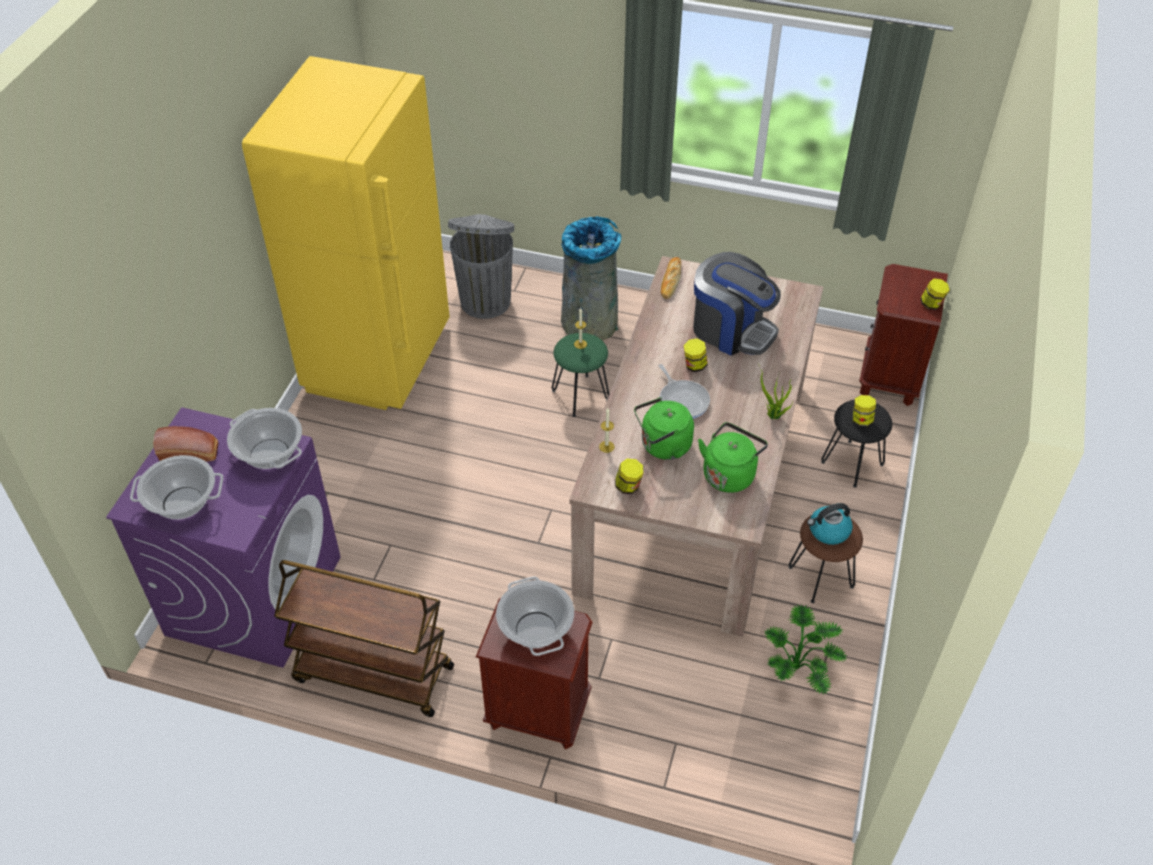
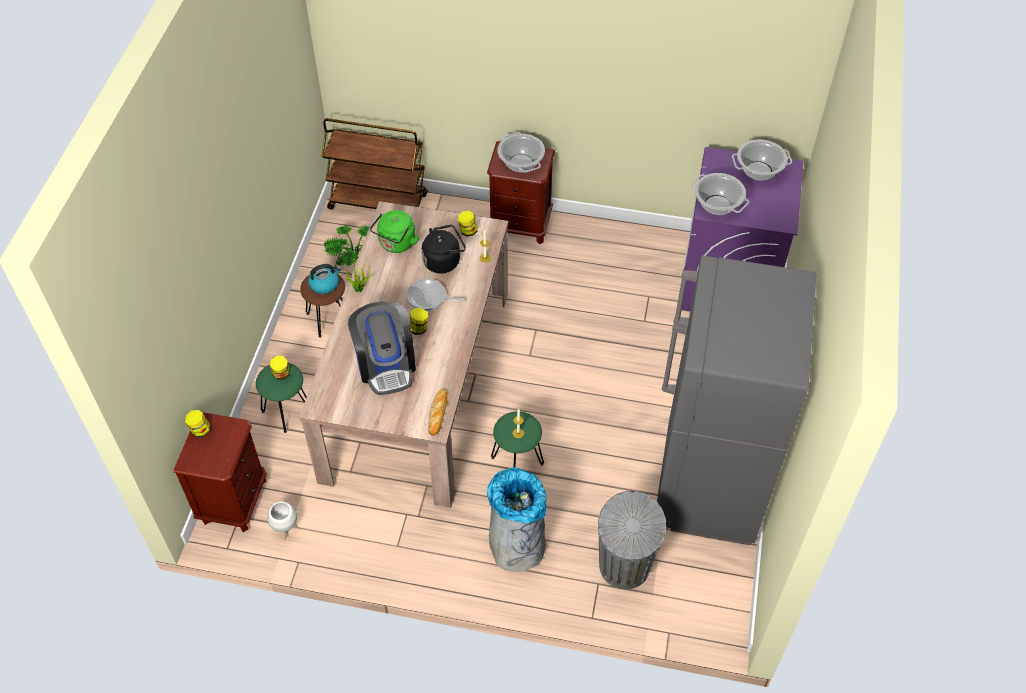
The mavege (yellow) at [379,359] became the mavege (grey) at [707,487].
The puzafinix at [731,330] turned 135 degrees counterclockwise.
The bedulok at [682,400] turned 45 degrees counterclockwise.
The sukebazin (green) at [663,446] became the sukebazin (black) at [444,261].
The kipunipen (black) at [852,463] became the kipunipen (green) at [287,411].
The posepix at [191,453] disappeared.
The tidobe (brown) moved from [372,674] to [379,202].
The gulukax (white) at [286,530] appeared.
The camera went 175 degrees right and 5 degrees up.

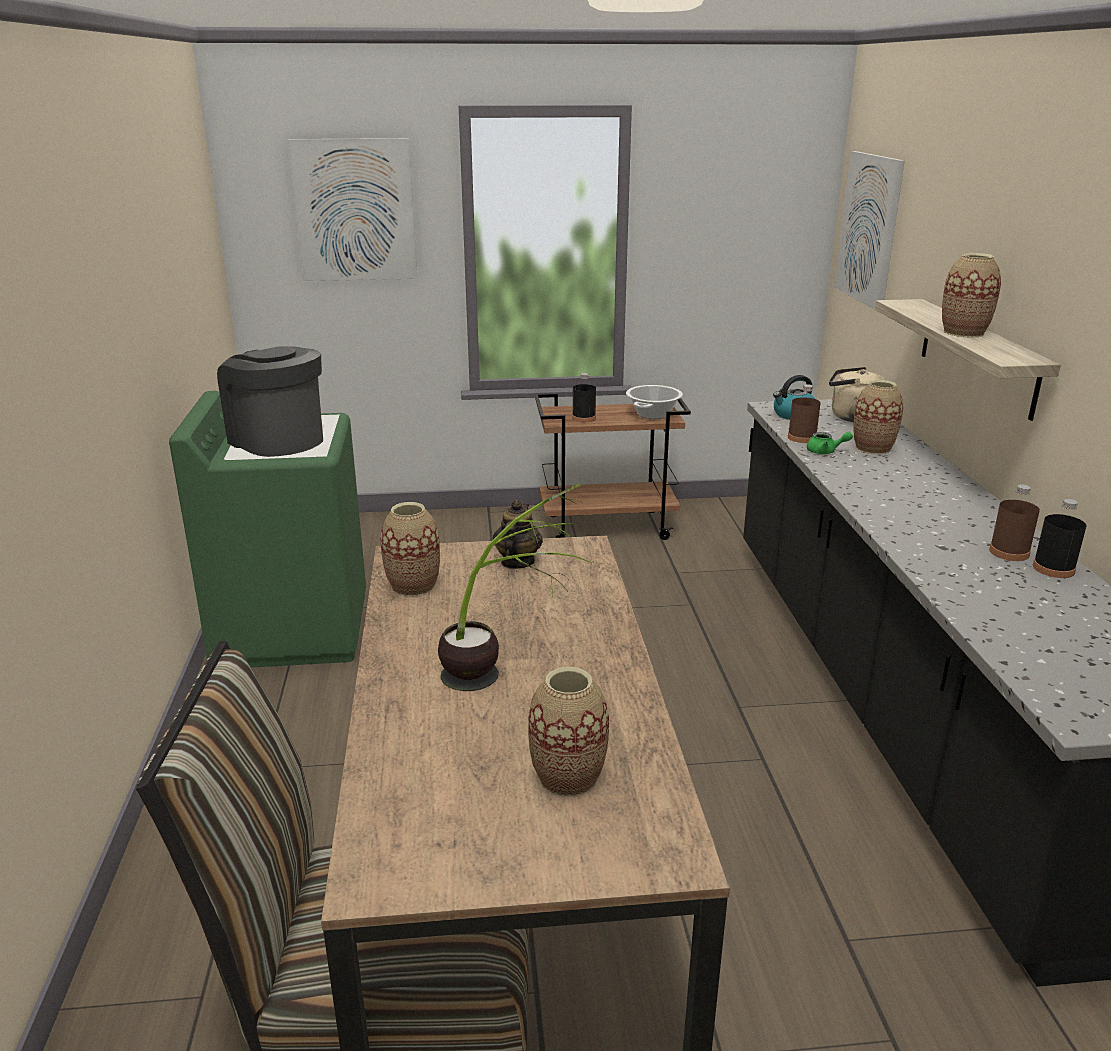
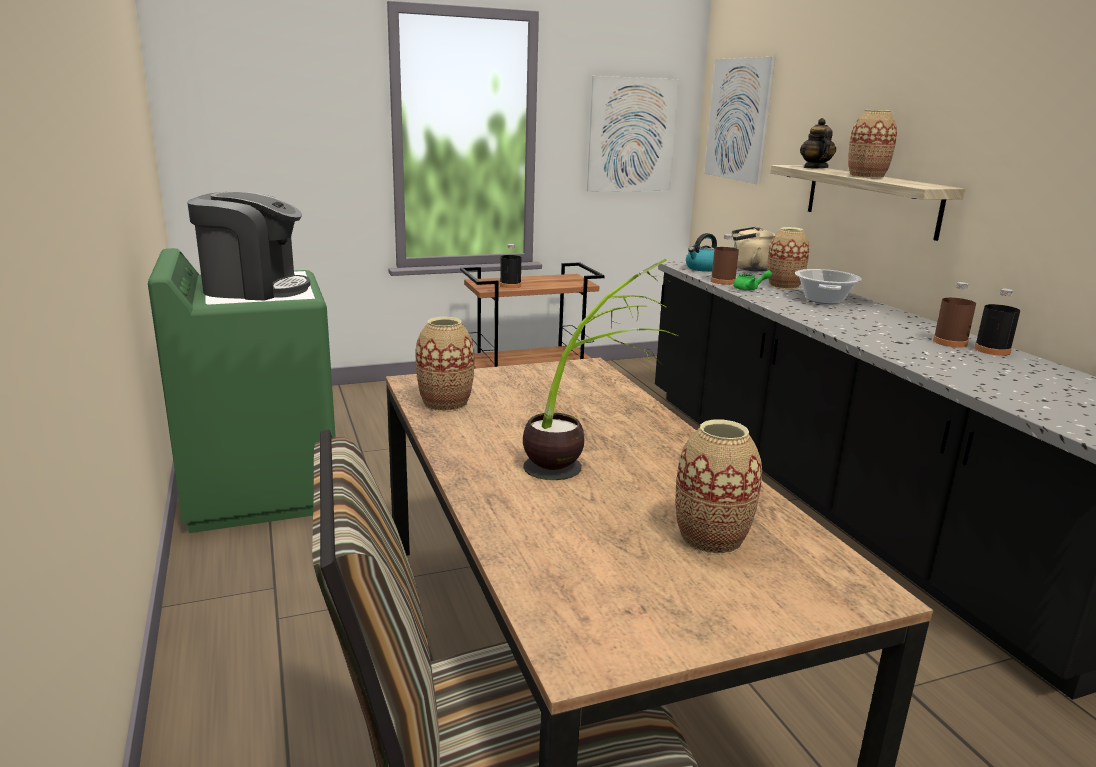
The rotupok moved from [355,211] to [632,135].
The puzafinix at [277,440] turned 150 degrees clockwise.
The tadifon moved from [653,414] to [823,300].
The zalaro moved from [517,562] to [815,168].
The camera went 15 degrees left and 5 degrees down.

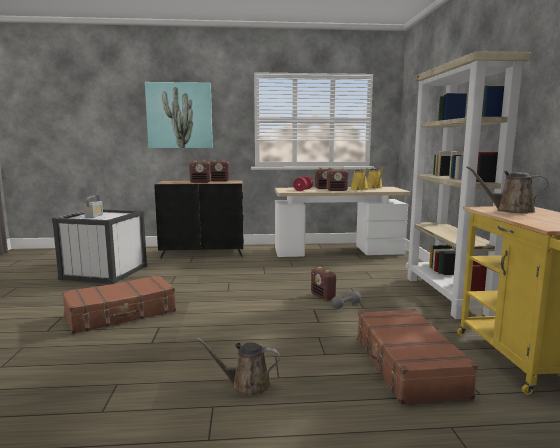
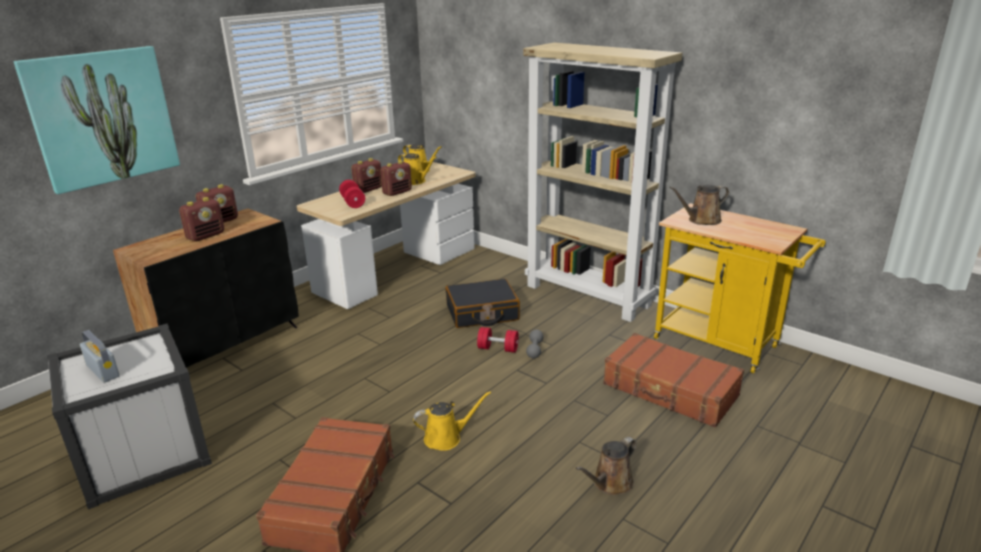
The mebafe at [323,297] was replaced by the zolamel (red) at [498,348].
The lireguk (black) at [482,313] appeared.
The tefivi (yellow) at [446,438] appeared.
The camera went 45 degrees left and 15 degrees up.

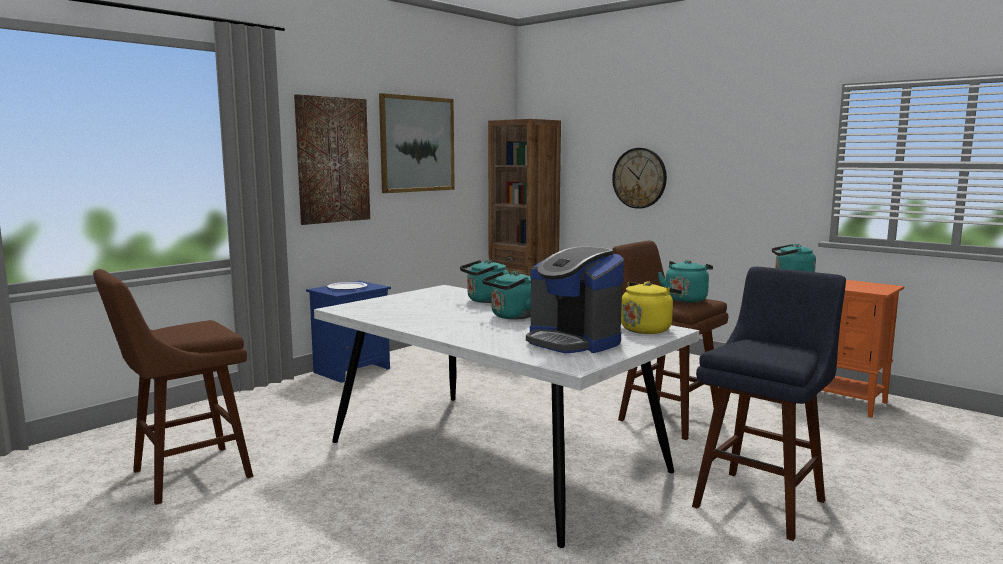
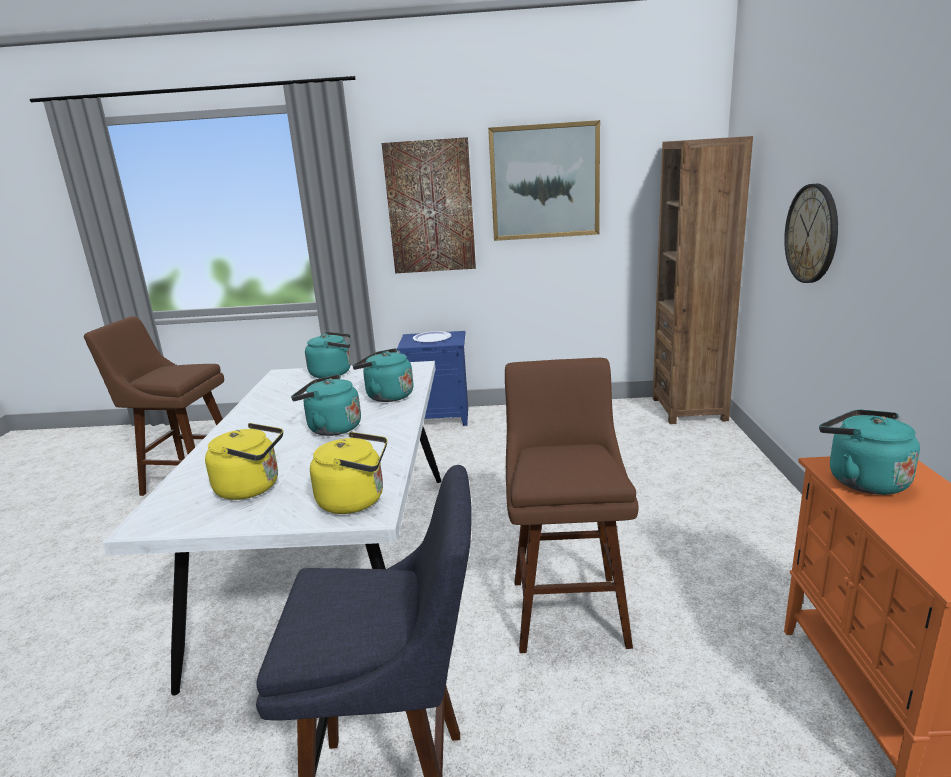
The puzafinix at [573,341] was replaced by the sukebazin (yellow) at [252,488].
The sukebazin (turquoise) moved from [686,299] to [333,373].
The camera went 50 degrees right and 10 degrees up.

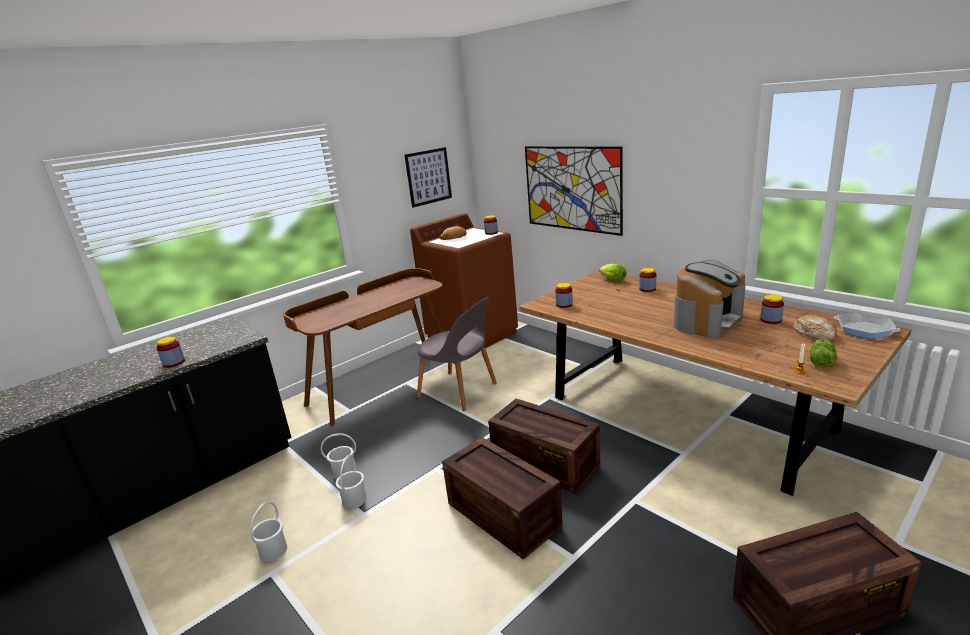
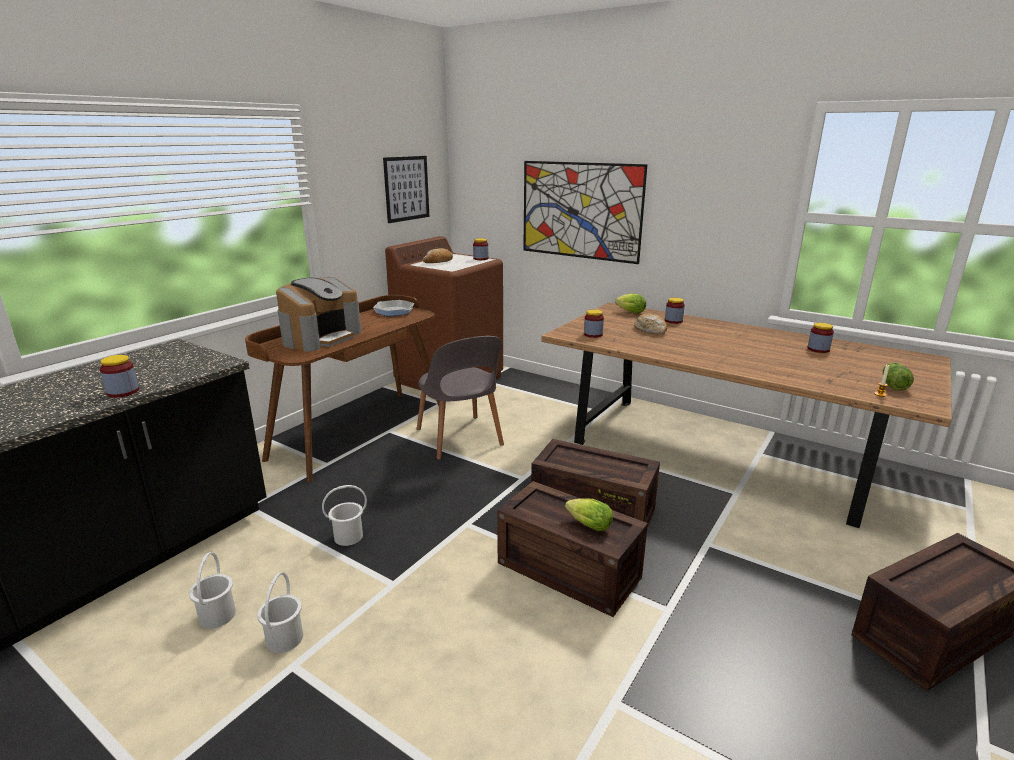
The puzafinix moved from [707,320] to [321,337].
The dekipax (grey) at [460,391] turned 45 degrees clockwise.
The bedulok moved from [865,330] to [394,311].
The posepix moved from [815,333] to [651,330].
The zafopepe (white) moved from [354,500] to [216,616].
The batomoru at [587,525] appeared.
The camera went 15 degrees left and 0 degrees up.

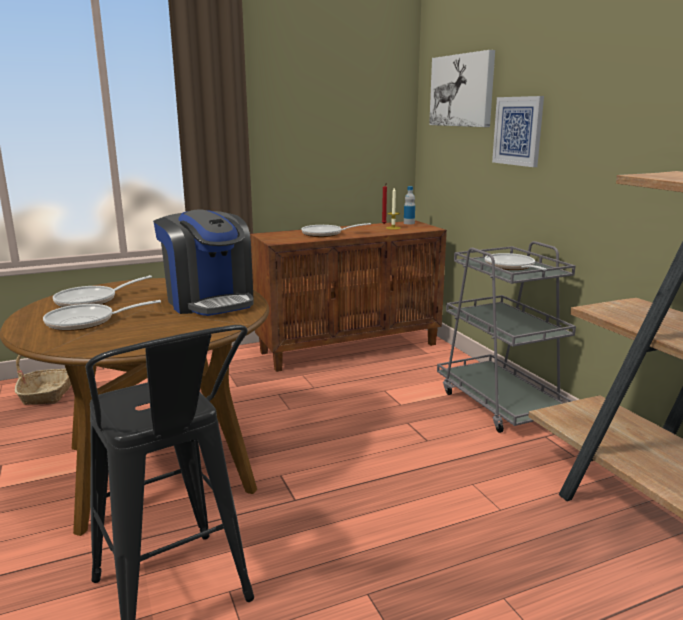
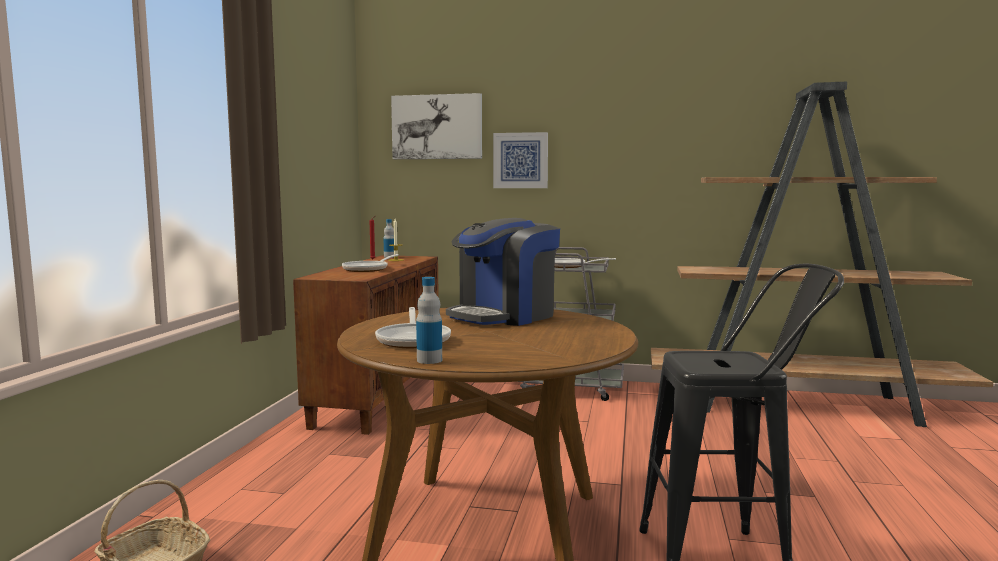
The puzafinix at [209,301] turned 135 degrees clockwise.
The bedulok at [87,322] disappeared.
The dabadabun at [429,360] appeared.
The camera went 55 degrees left and 10 degrees down.

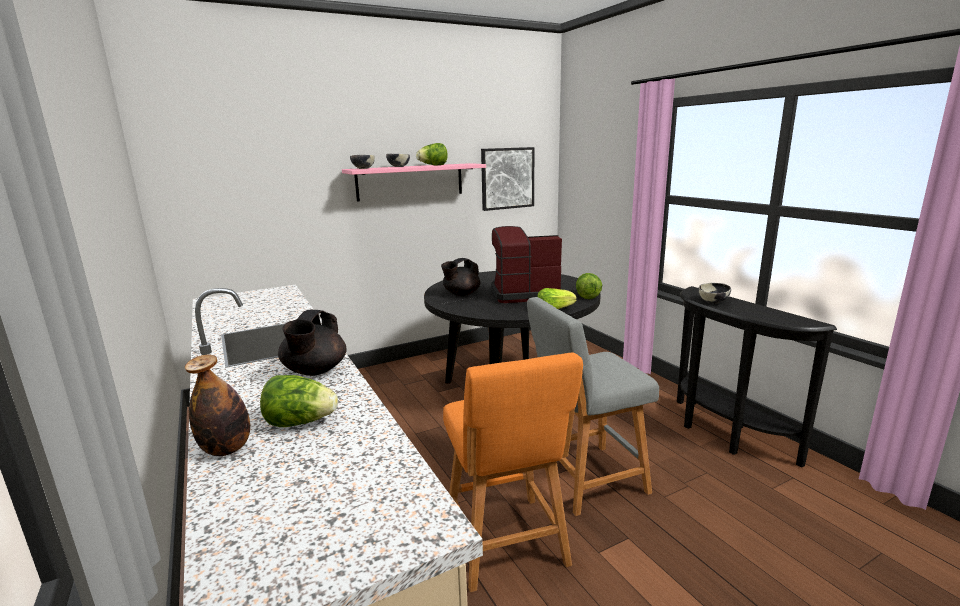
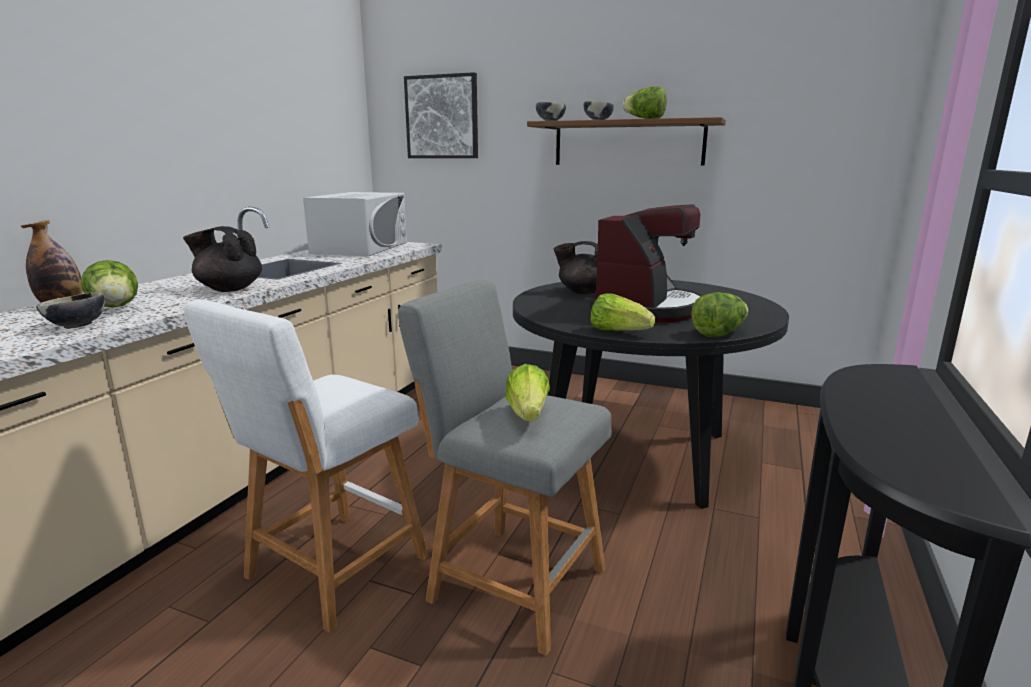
The rotupok moved from [507,178] to [442,117].
The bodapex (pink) at [410,181] became the bodapex (brown) at [628,143].
The puzafinix at [524,294] turned 75 degrees clockwise.
The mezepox moved from [713,302] to [77,326].
The zalaro (black) at [314,371] turned 45 degrees clockwise.
The kipunipen (orange) at [507,545] became the kipunipen (white) at [330,571].
The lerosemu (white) at [361,248] appeared.
The batomoru at [528,415] appeared.
The camera went 50 degrees right and 0 degrees up.

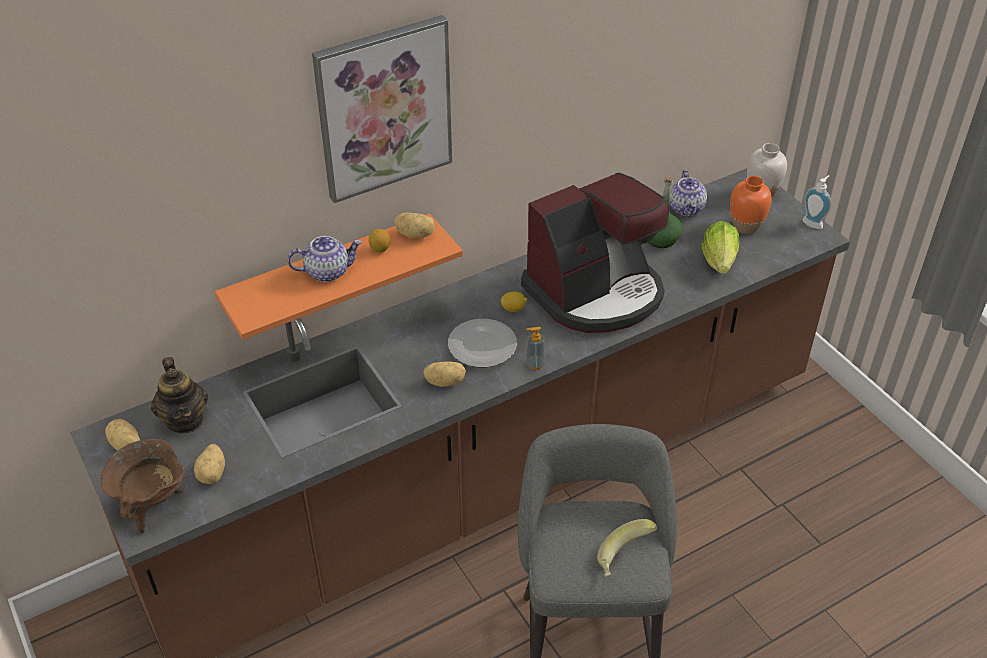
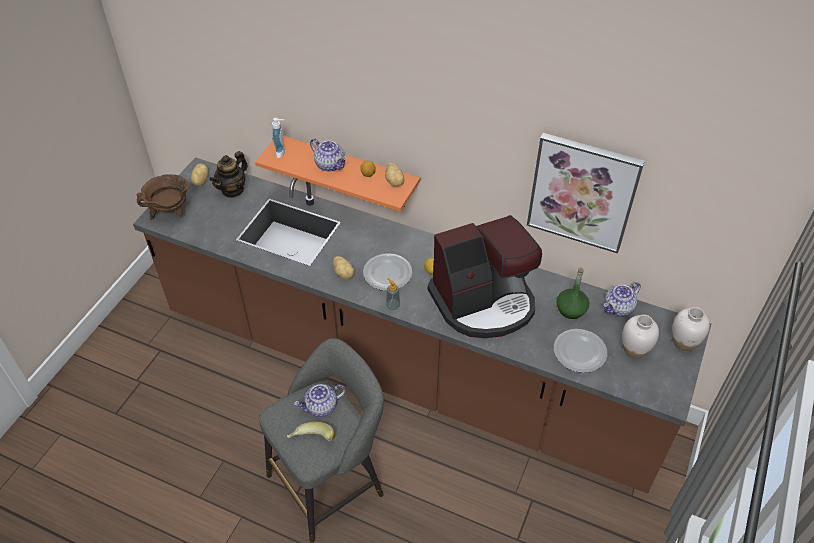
The rotupok moved from [384,108] to [582,192].
The puzafinix at [596,293] turned 45 degrees counterclockwise.
The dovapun moved from [813,222] to [282,152].
The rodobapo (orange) at [745,226] became the rodobapo (white) at [634,350].
The batomoru at [719,261] was replaced by the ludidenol at [580,352].
The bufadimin at [213,473] disappeared.
The zalaro at [321,407] appeared.
The camera went 55 degrees right and 5 degrees up.

